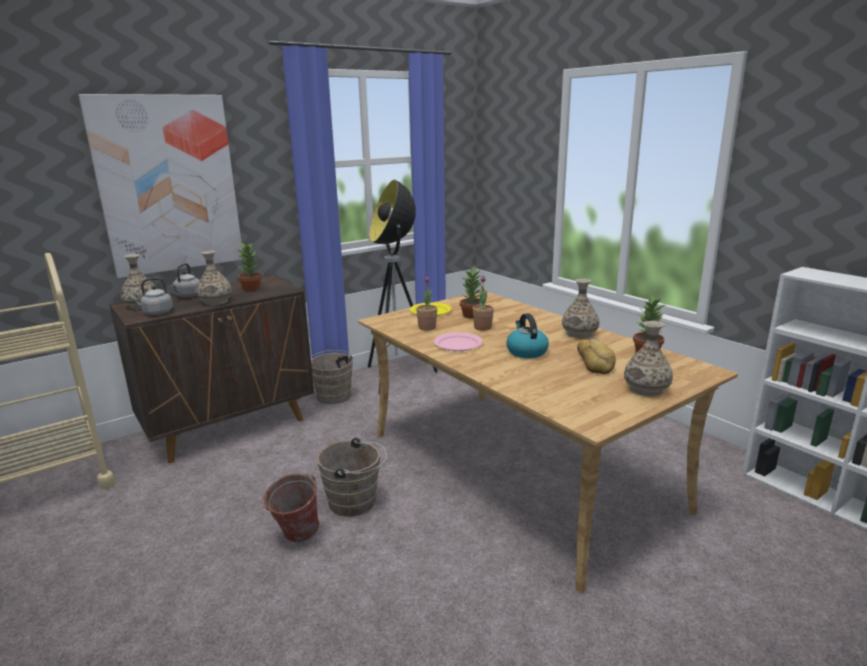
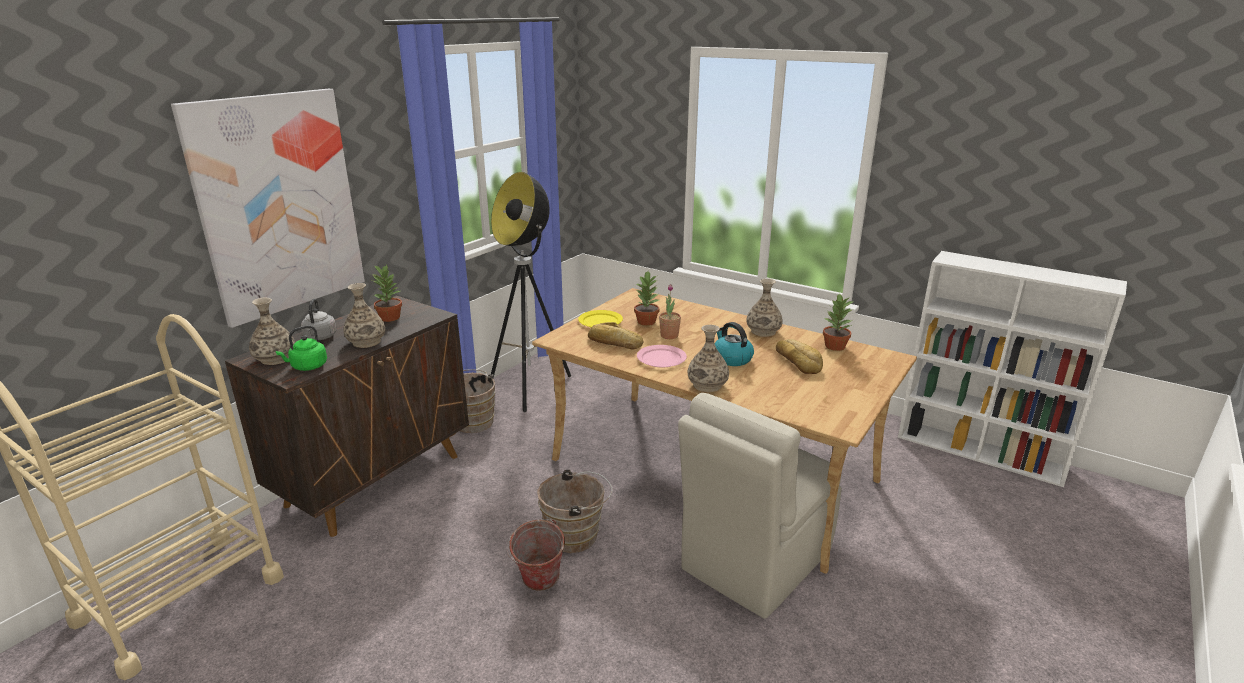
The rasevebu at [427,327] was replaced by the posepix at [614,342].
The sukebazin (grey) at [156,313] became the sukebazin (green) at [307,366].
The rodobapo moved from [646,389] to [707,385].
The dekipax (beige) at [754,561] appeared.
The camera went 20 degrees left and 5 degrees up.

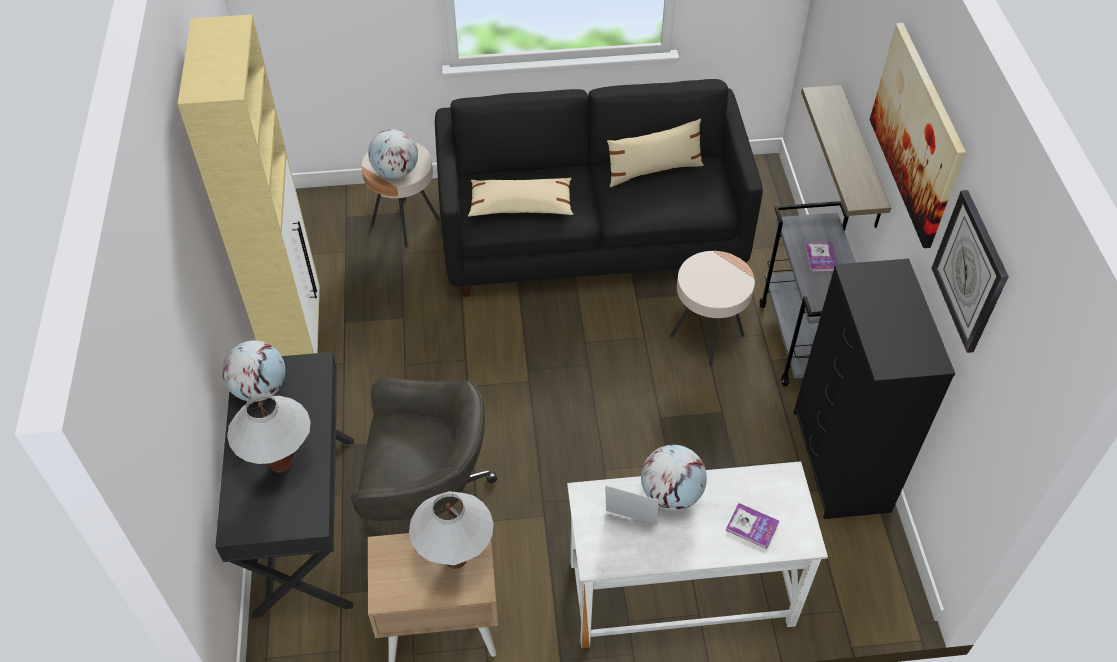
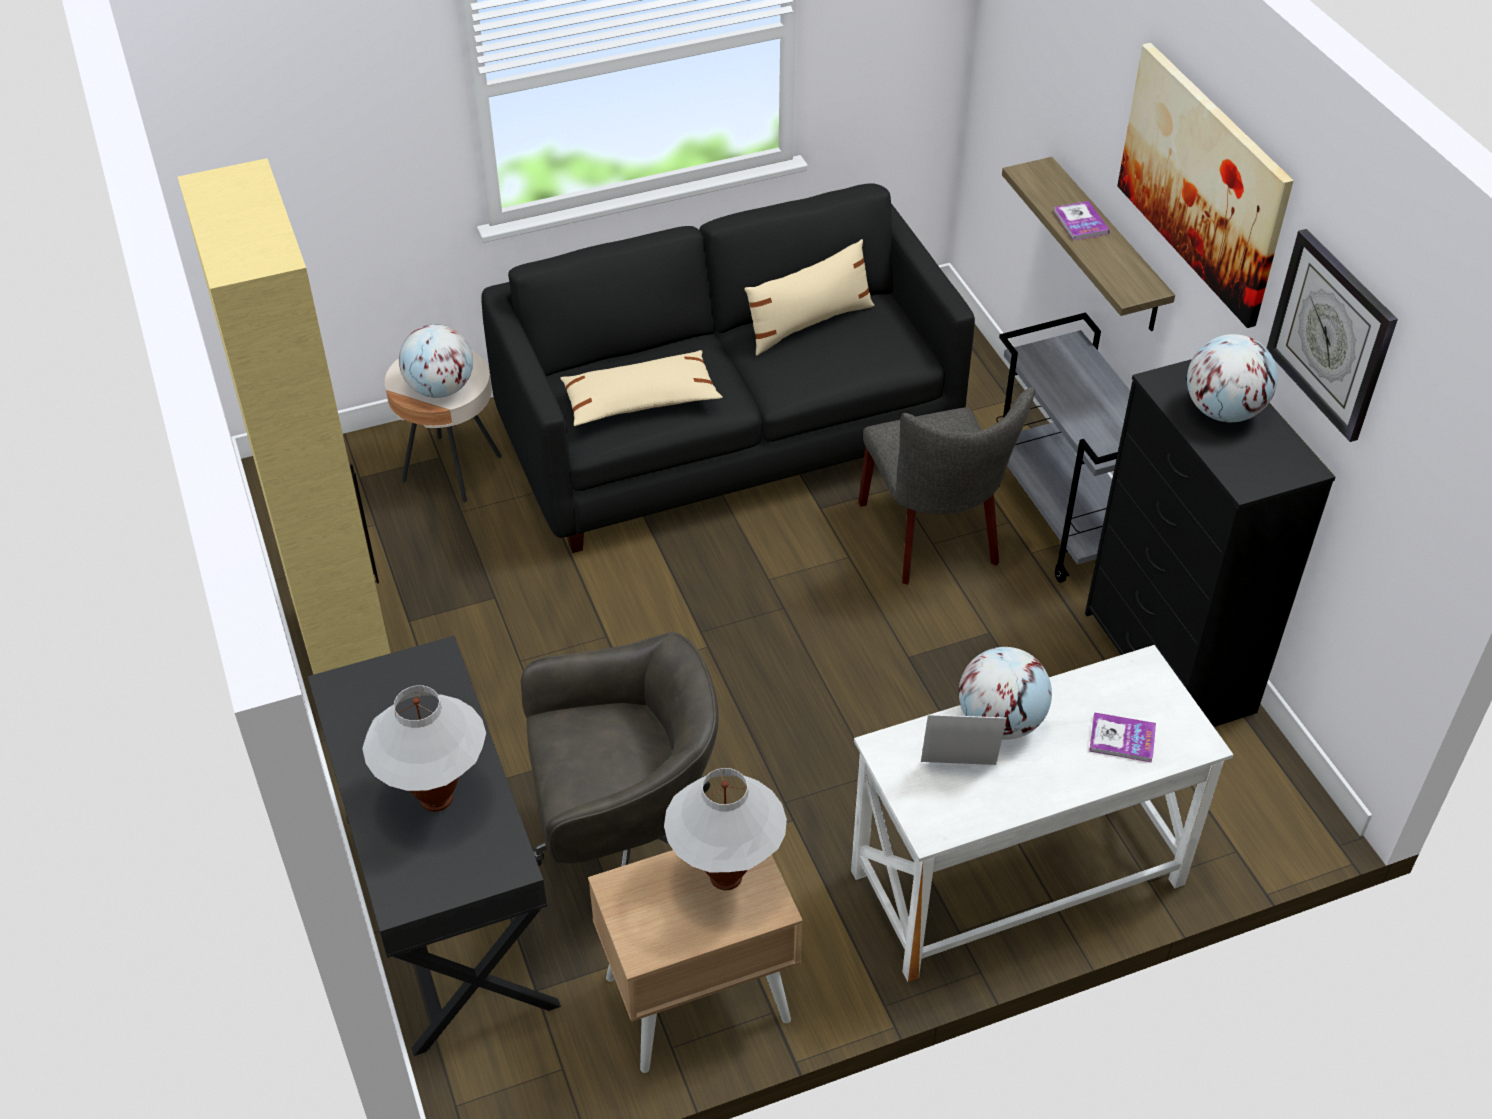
The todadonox moved from [821,258] to [1080,222].
The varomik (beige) at [706,336] was replaced by the dekipax (grey) at [934,539].
The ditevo moved from [260,389] to [1223,411].
The camera went 15 degrees left and 5 degrees down.

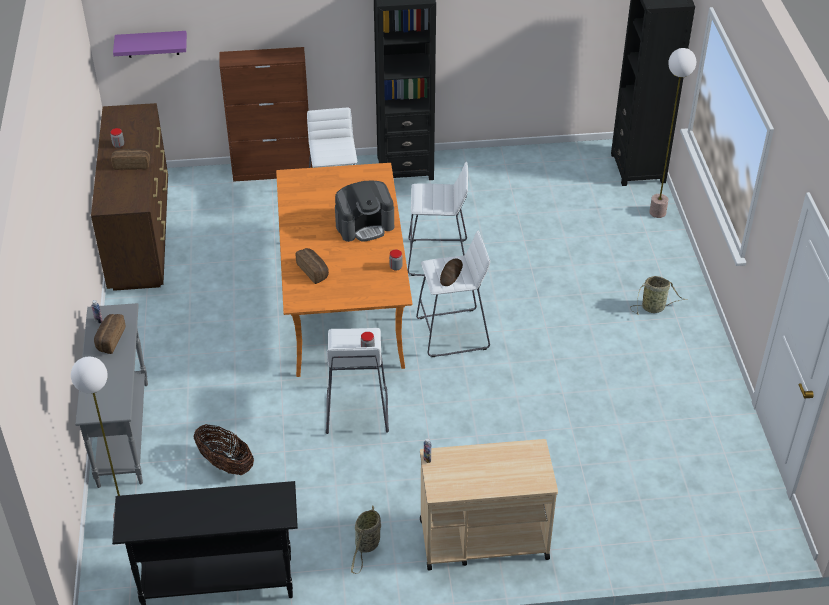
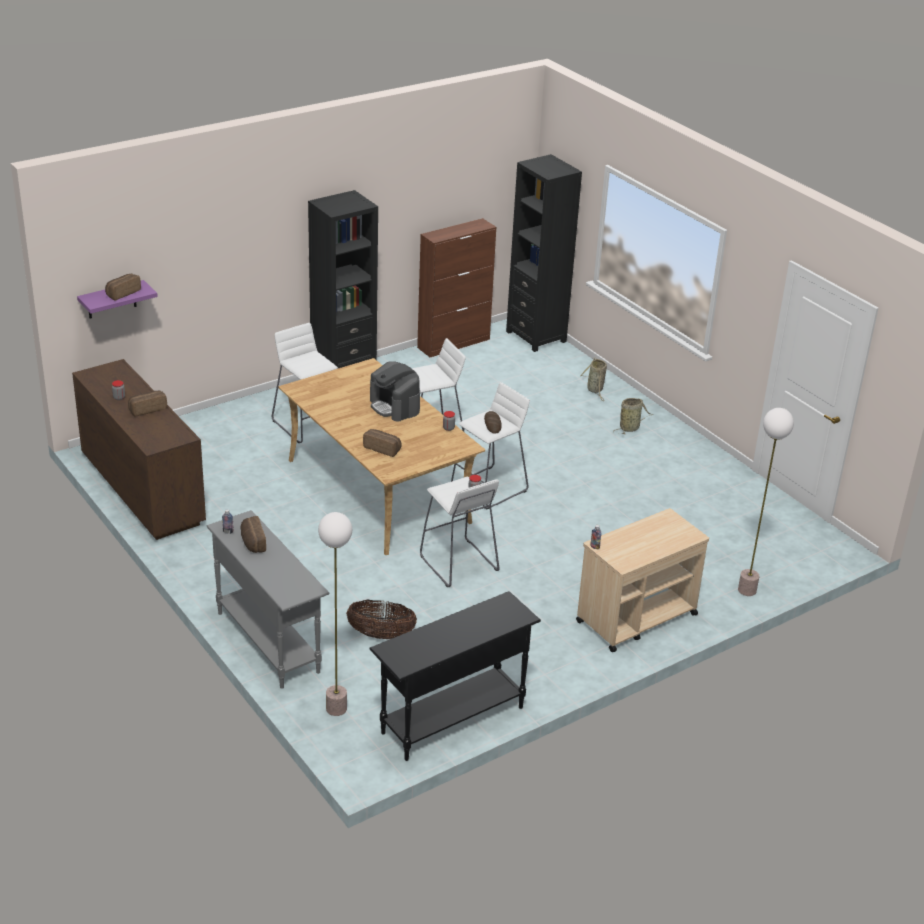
The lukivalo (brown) moved from [273,171] to [454,343].
The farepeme moved from [658,212] to [747,590].
The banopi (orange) at [344,302] became the banopi (beige) at [378,491].
The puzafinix at [365,225] turned 105 degrees clockwise.
The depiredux moved from [367,546] to [595,390].
The posepix at [122,293] appeared.
The camera went 30 degrees left and 10 degrees down.

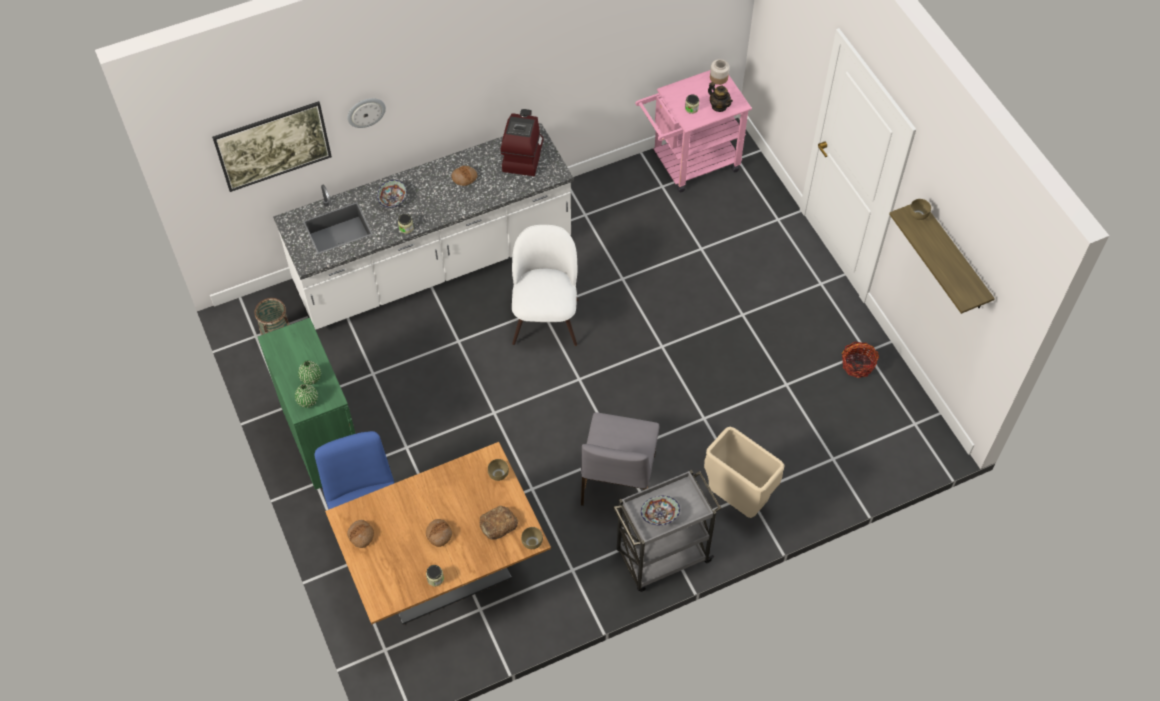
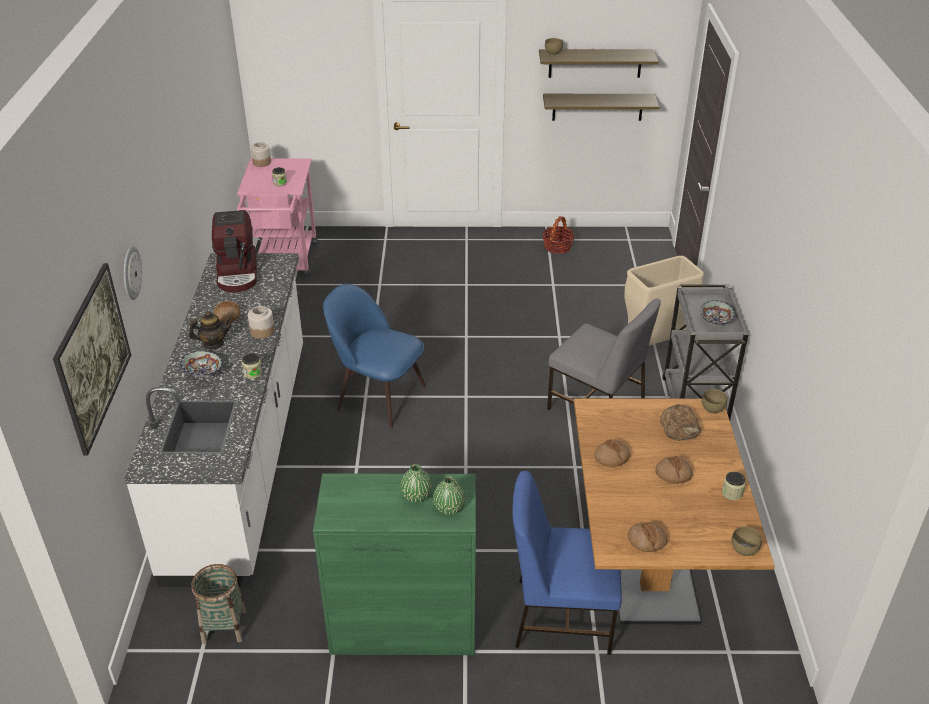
The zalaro moved from [719,106] to [213,343].
The puzafinix at [522,155] turned 135 degrees counterclockwise.
The dekipax (white) at [545,318] became the dekipax (blue) at [378,396].
The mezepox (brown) moved from [497,474] to [744,551].
The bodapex at [597,107] appeared.
The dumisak at [262,331] appeared.
The posepix at [611,457] appeared.
The camera went 65 degrees left and 20 degrees down.

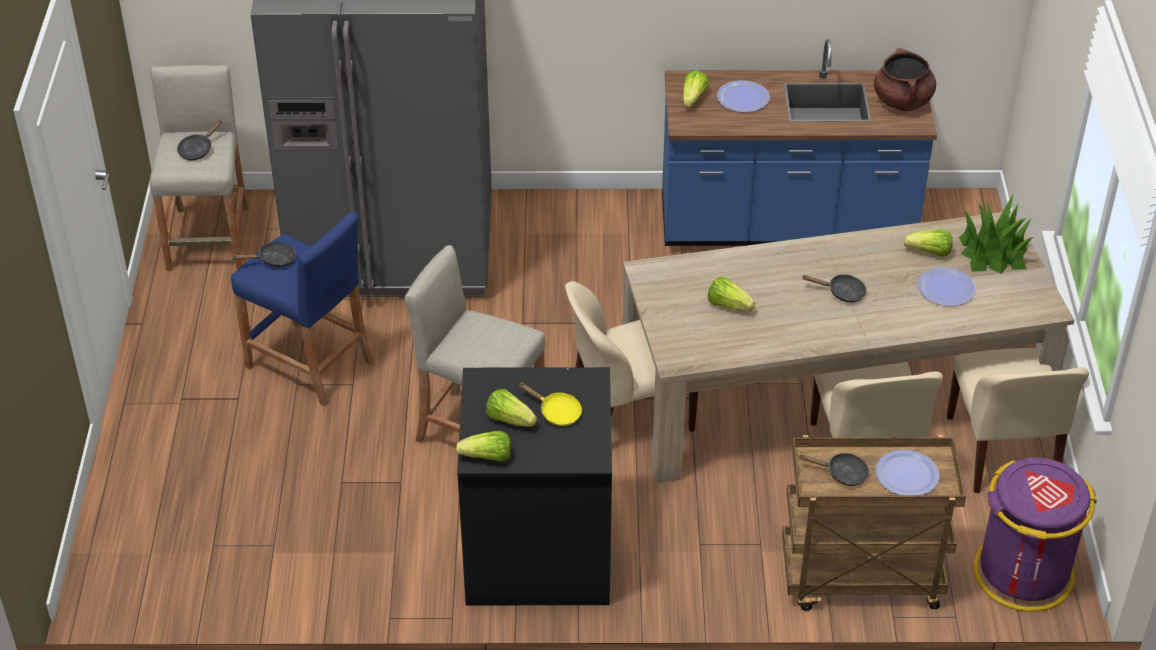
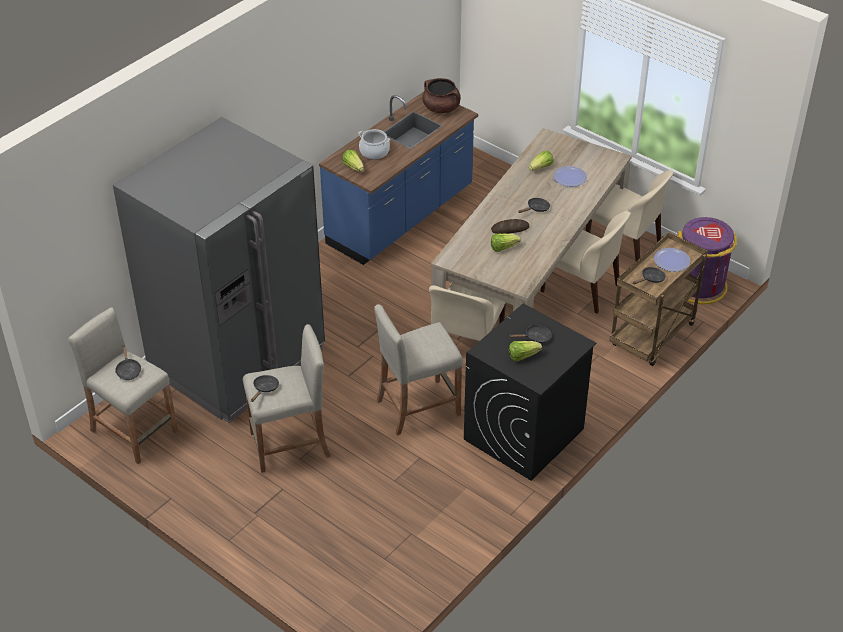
The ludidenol at [743,98] was replaced by the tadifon at [374,152].
The rasevebu at [993,252] disappeared.
The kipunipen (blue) at [309,364] became the kipunipen (beige) at [290,445].
The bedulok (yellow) at [556,412] became the bedulok (black) at [535,337].
The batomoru at [487,457] disappeared.
The posepix at [510,229] appeared.
The camera went 50 degrees left and 0 degrees up.

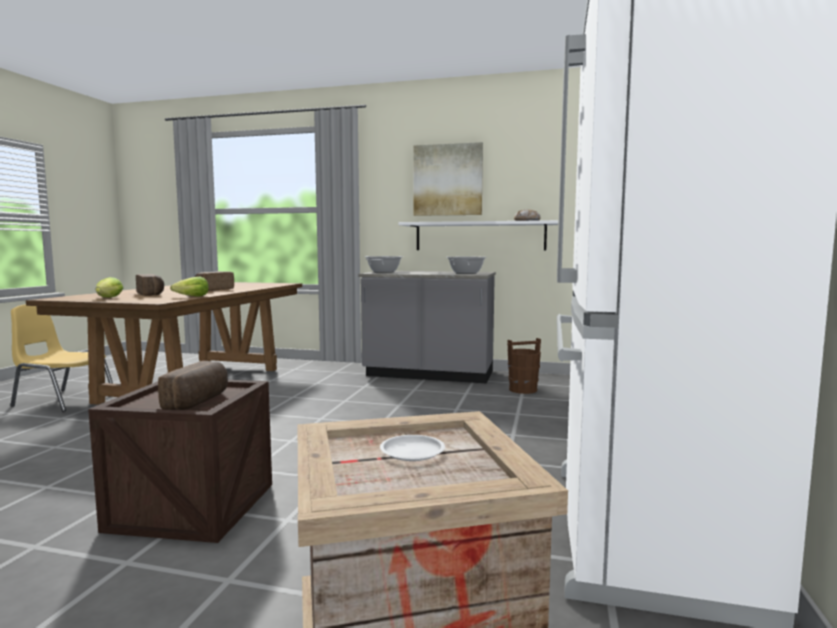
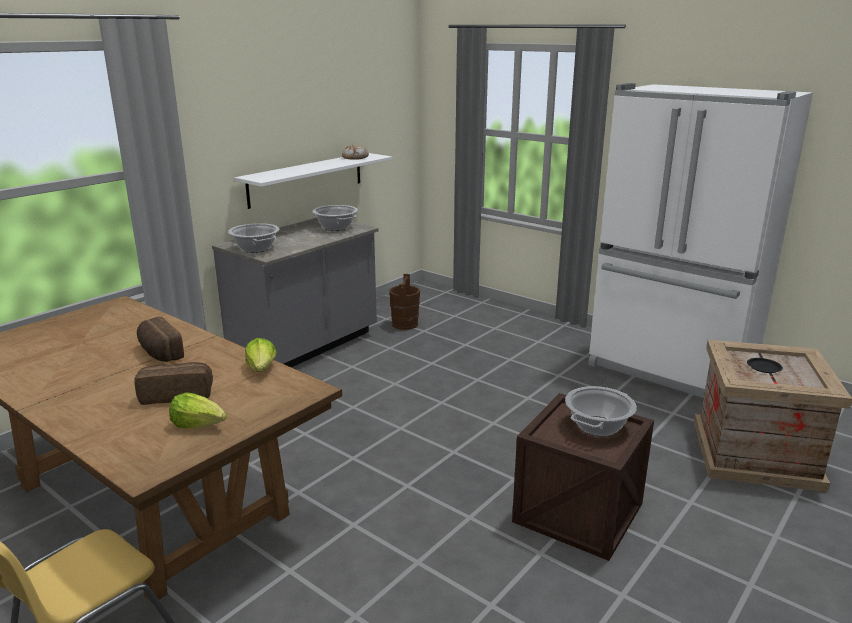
The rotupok at [447,180] disappeared.
The posepix at [199,401] was replaced by the tadifon at [598,426].
The ludidenol (white) at [411,452] became the ludidenol (black) at [764,368].
The camera went 65 degrees left and 15 degrees up.

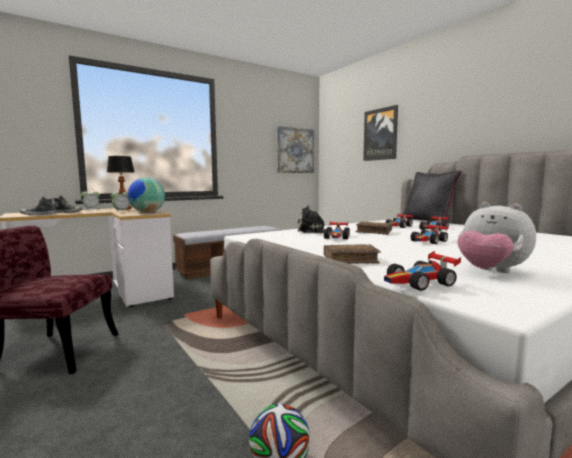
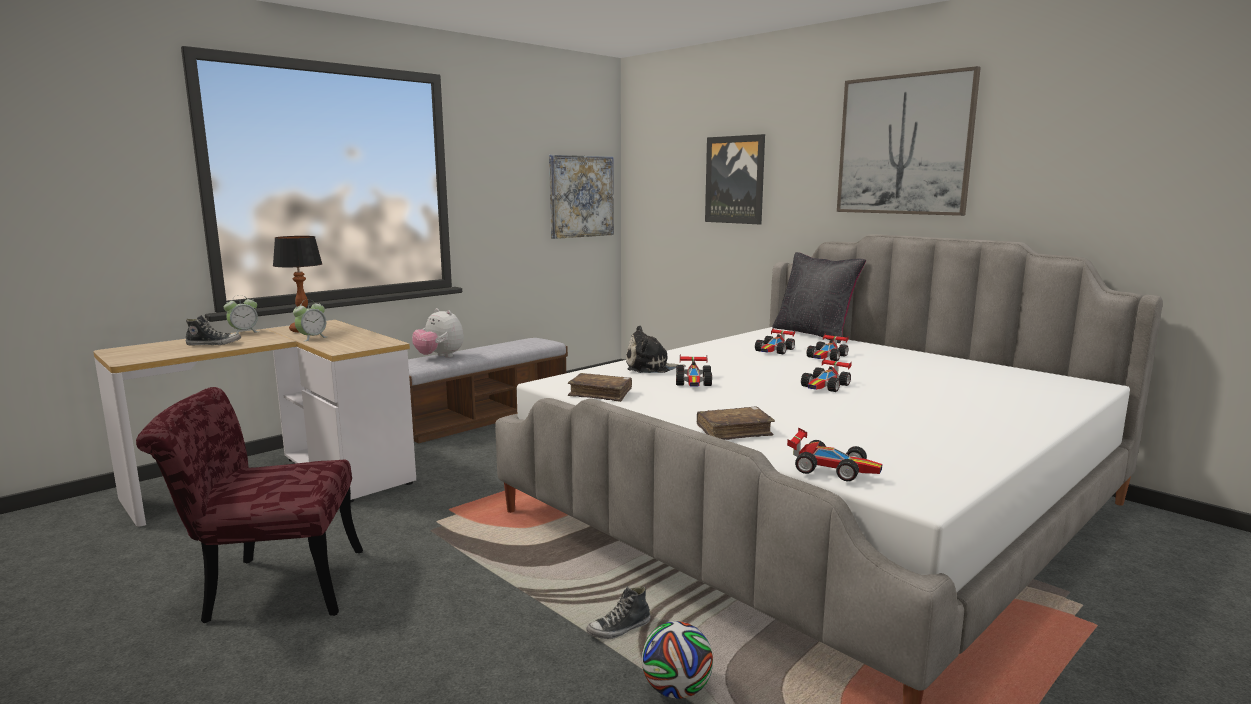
The ditevo at [147,212] disappeared.
The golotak moved from [38,214] to [619,629].
The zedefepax moved from [490,272] to [439,357].
The todadonox (brown) moved from [374,232] to [600,394].
The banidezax at [420,283] turned 120 degrees counterclockwise.
The rotupok at [904,145] appeared.
The camera went 10 degrees left and 5 degrees up.

